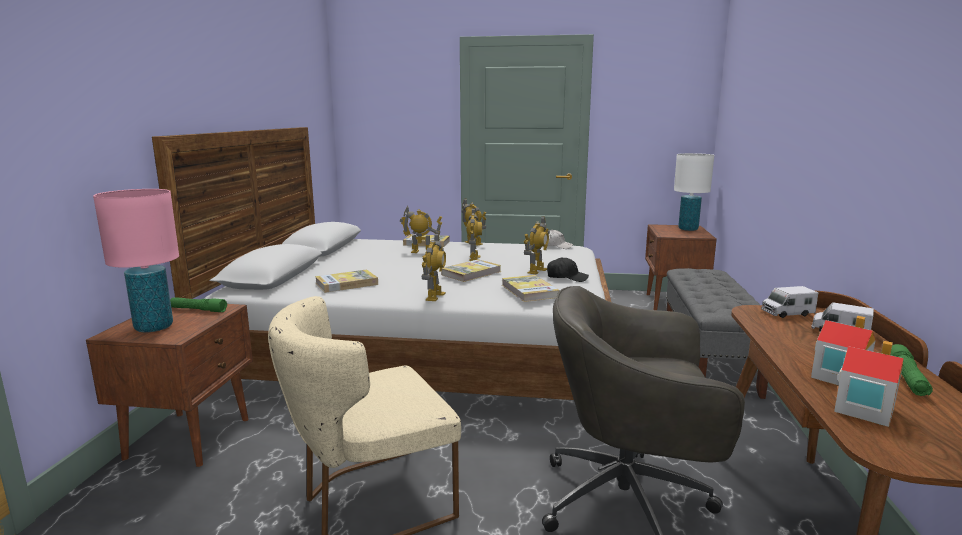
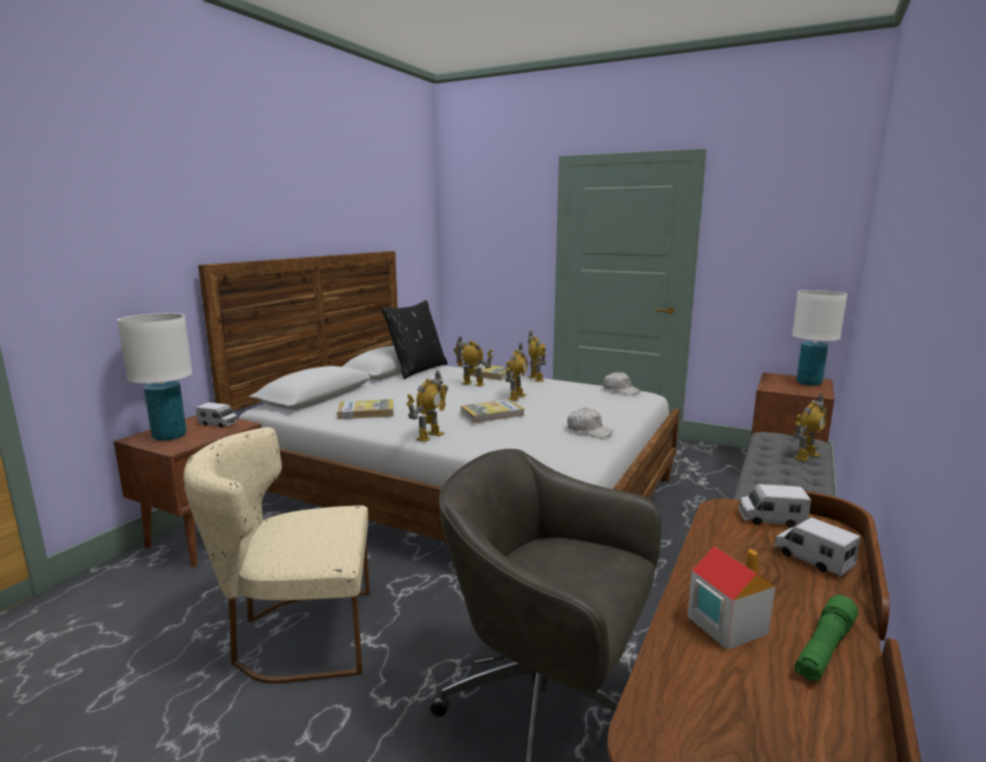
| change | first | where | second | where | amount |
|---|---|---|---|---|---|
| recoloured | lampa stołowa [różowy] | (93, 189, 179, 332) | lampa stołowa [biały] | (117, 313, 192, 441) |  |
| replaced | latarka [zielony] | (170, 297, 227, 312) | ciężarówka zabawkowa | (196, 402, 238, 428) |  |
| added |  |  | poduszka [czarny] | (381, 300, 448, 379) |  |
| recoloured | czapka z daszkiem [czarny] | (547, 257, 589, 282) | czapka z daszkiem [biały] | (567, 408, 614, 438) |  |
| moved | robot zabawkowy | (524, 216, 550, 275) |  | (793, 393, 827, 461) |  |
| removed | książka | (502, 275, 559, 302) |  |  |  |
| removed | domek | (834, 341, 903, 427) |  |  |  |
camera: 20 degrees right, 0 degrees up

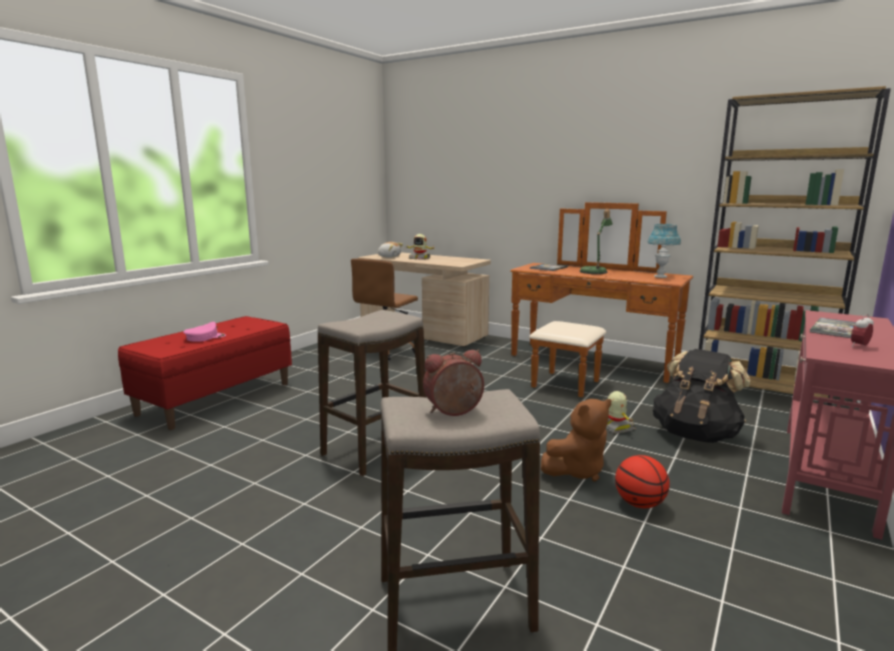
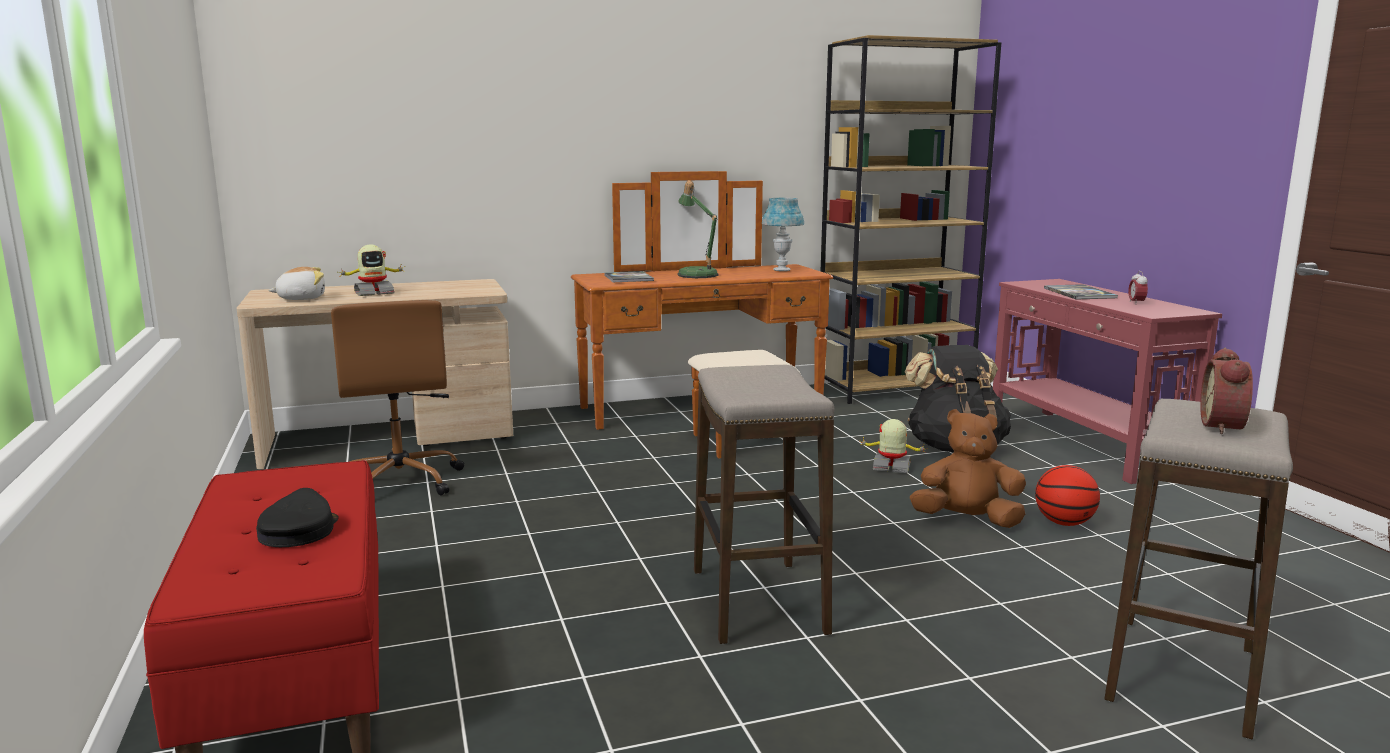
| change | first | where | second | where | amount |
|---|---|---|---|---|---|
| recoloured | czapka z daszkiem [różowy] | (183, 322, 226, 342) | czapka z daszkiem [czarny] | (256, 488, 339, 547) |  |
| turned | pluszak [brązowy] | (541, 399, 611, 482) |  | (910, 409, 1026, 528) | 90 degrees counterclockwise |
camera: 50 degrees left, 0 degrees up

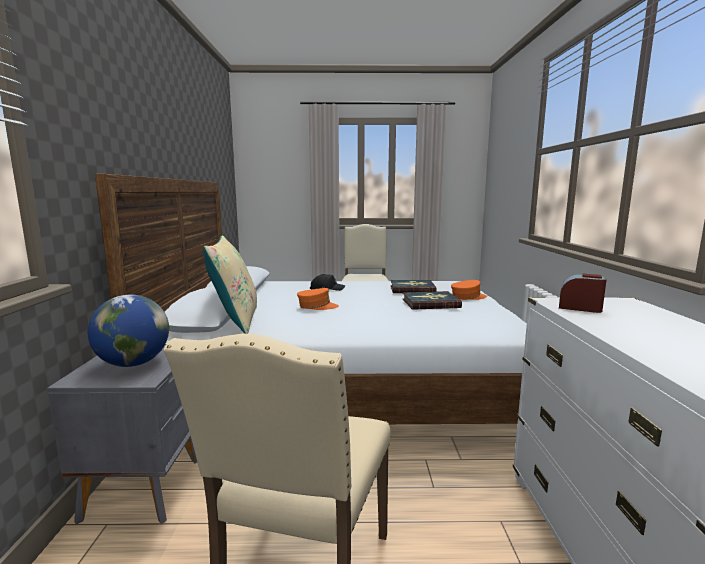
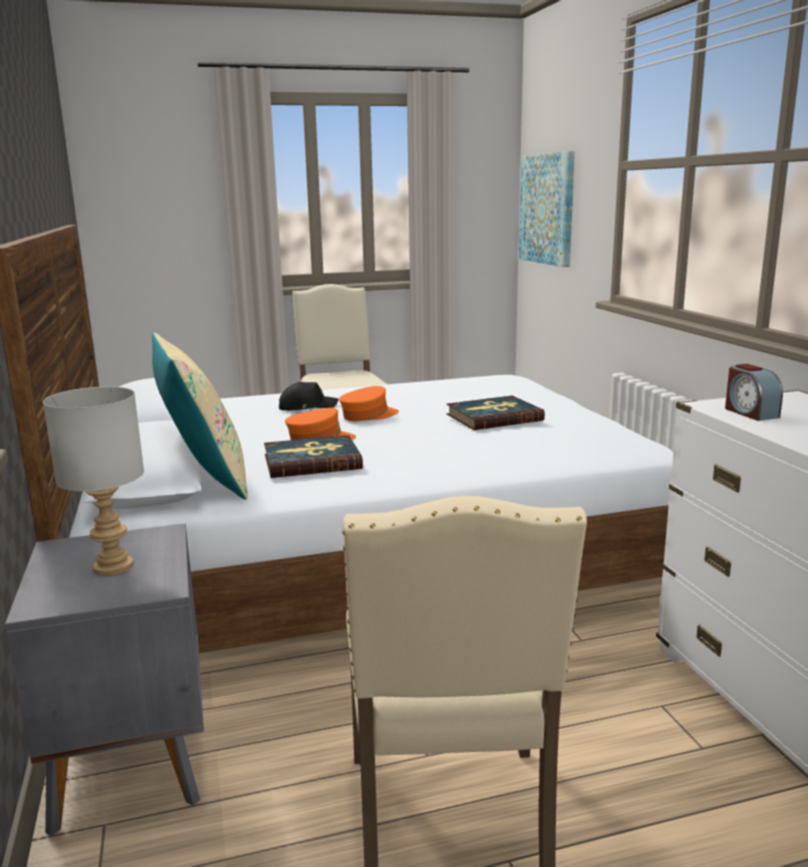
| change | first | where | second | where | amount |
|---|---|---|---|---|---|
| replaced | globus | (88, 295, 169, 367) | lampa stołowa [szary] | (43, 386, 144, 576) |  |
| moved | książka | (391, 280, 437, 293) |  | (264, 435, 363, 478) |  |
| moved | czapka z daszkiem [pomarańczowy] | (451, 280, 487, 300) |  | (339, 386, 399, 421) |  |
| added |  |  | obraz | (519, 151, 575, 267) |  |
| turned | budzik | (559, 274, 607, 313) |  | (725, 364, 783, 421) | 120 degrees counterclockwise |
camera: 15 degrees left, 5 degrees up

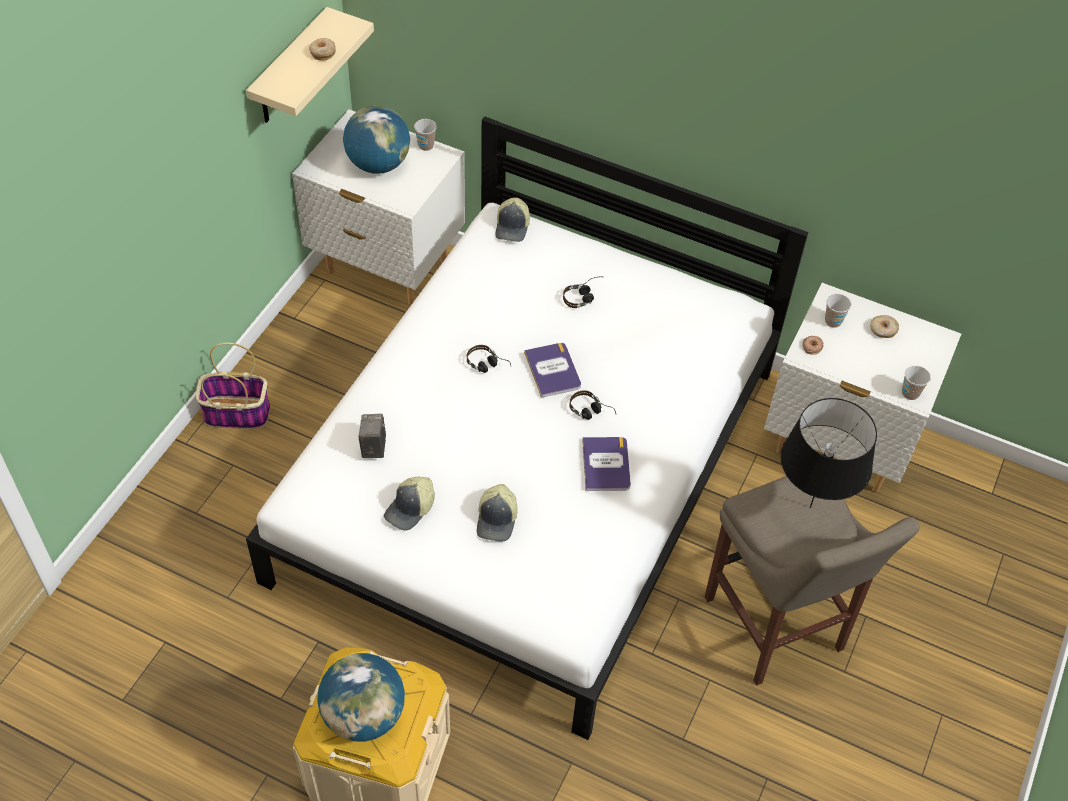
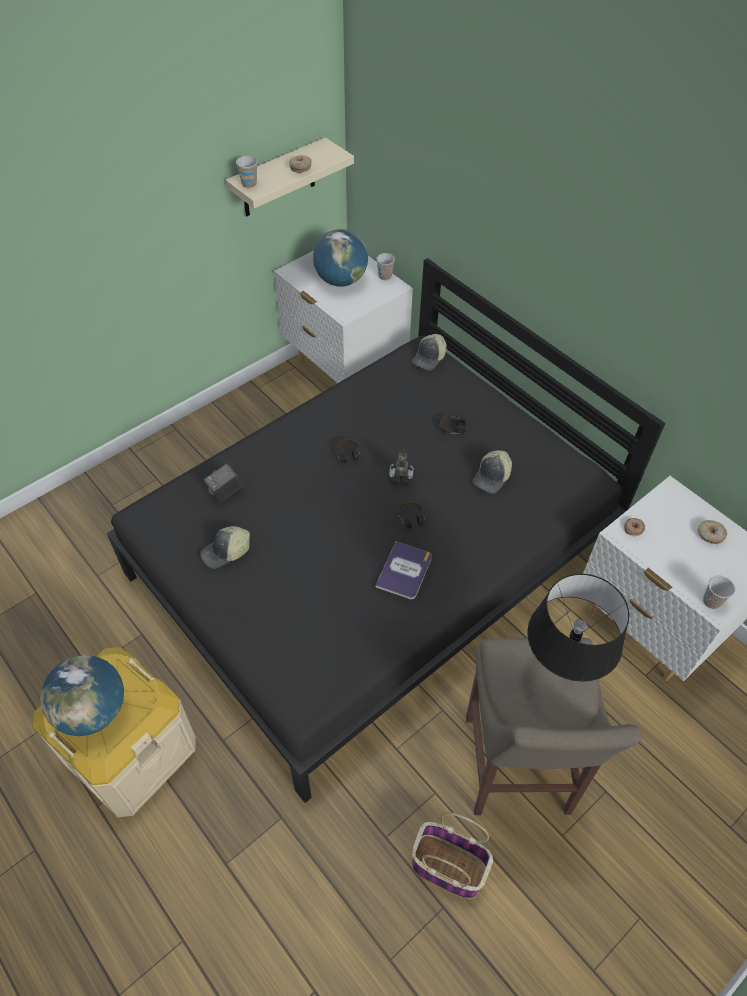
| change | first | where | second | where | amount |
|---|---|---|---|---|---|
| recoloured | łóżko [biały] | (246, 116, 808, 740) | łóżko [czarny] | (107, 258, 665, 803) |  |
| turned | aparat fotograficzny | (358, 414, 386, 458) |  | (204, 463, 243, 503) | 150 degrees counterclockwise |
| moved | filiżanka | (825, 294, 851, 328) |  | (236, 156, 258, 188) |  |
| replaced | książka | (524, 343, 581, 398) | robot zabawkowy | (389, 449, 414, 486) |  |
| moved | koszyk | (196, 343, 270, 429) |  | (412, 812, 493, 899) |  |
| moved | czapka z daszkiem | (477, 484, 518, 542) |  | (472, 450, 512, 494) |  |
camera: 25 degrees right, 0 degrees up

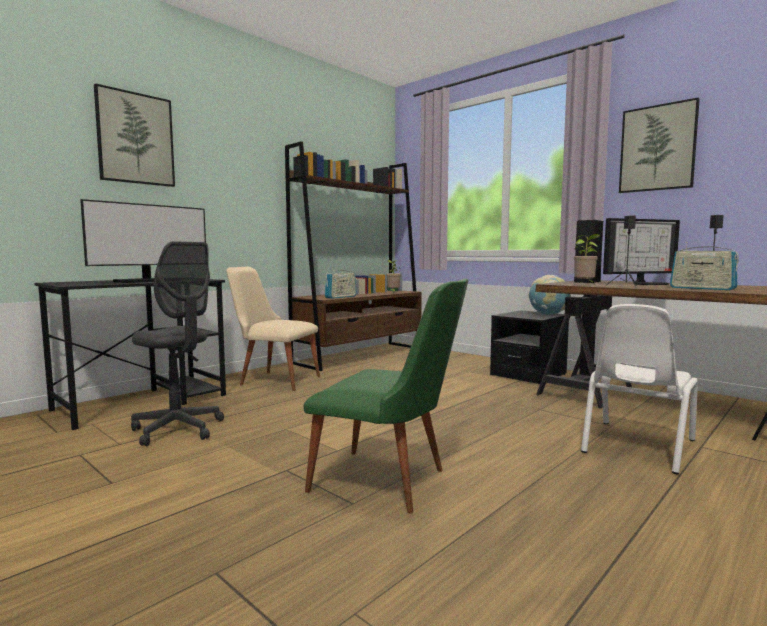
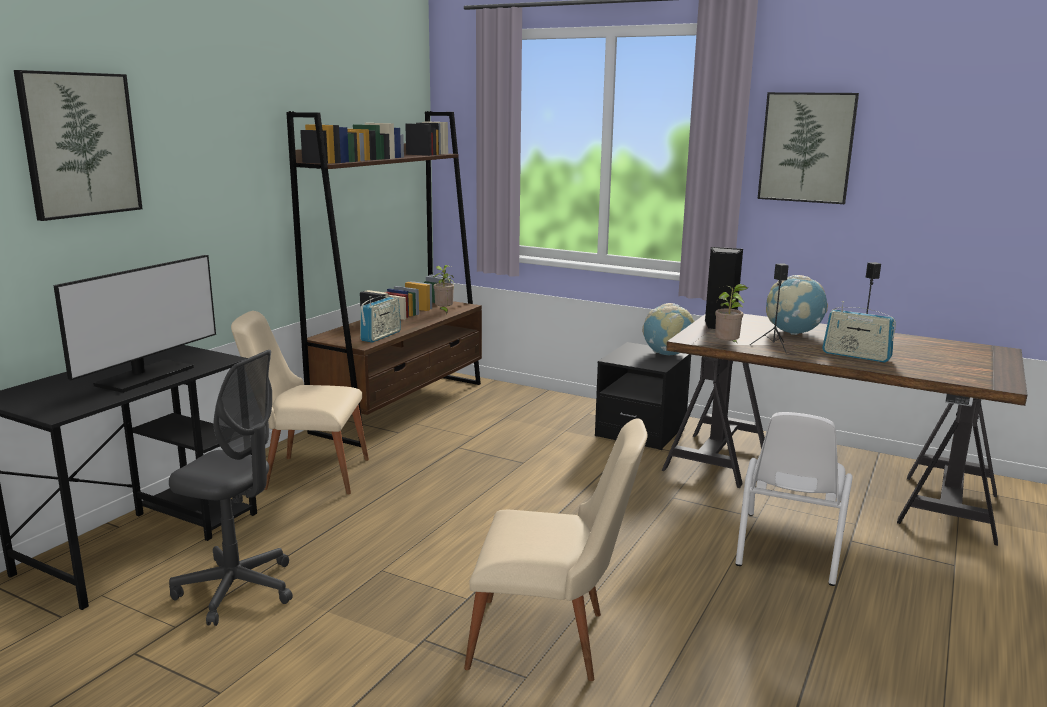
| change | first | where | second | where | amount |
|---|---|---|---|---|---|
| recoloured | krzesło [zielony] | (304, 279, 468, 514) | krzesło [beżowy] | (464, 418, 648, 681) |  |
| replaced | monitor | (603, 218, 680, 285) | globus | (766, 275, 828, 335) |  |
camera: 15 degrees left, 10 degrees up

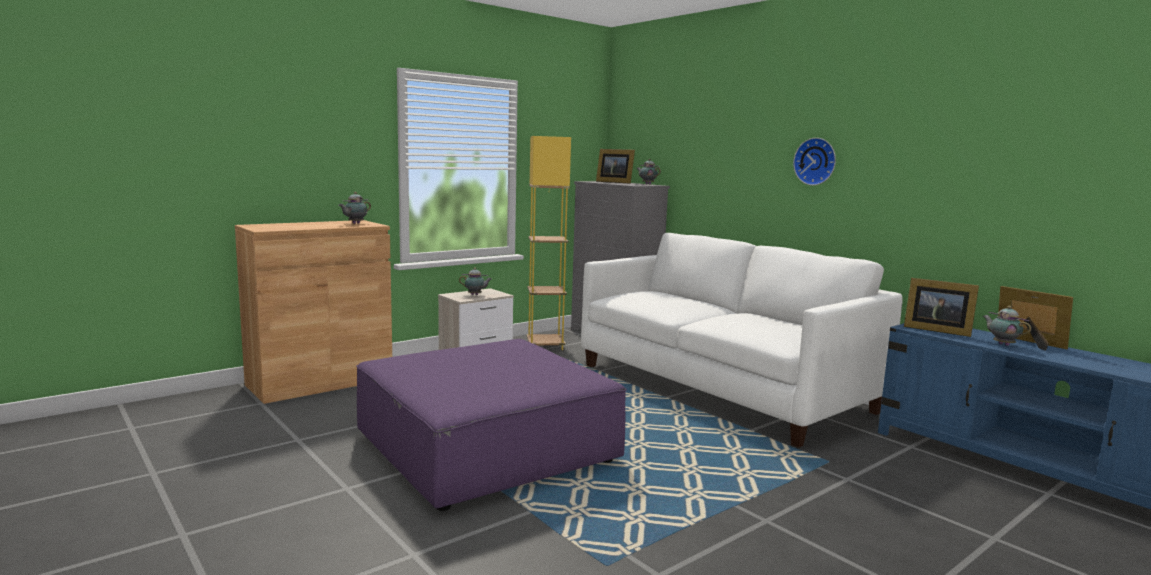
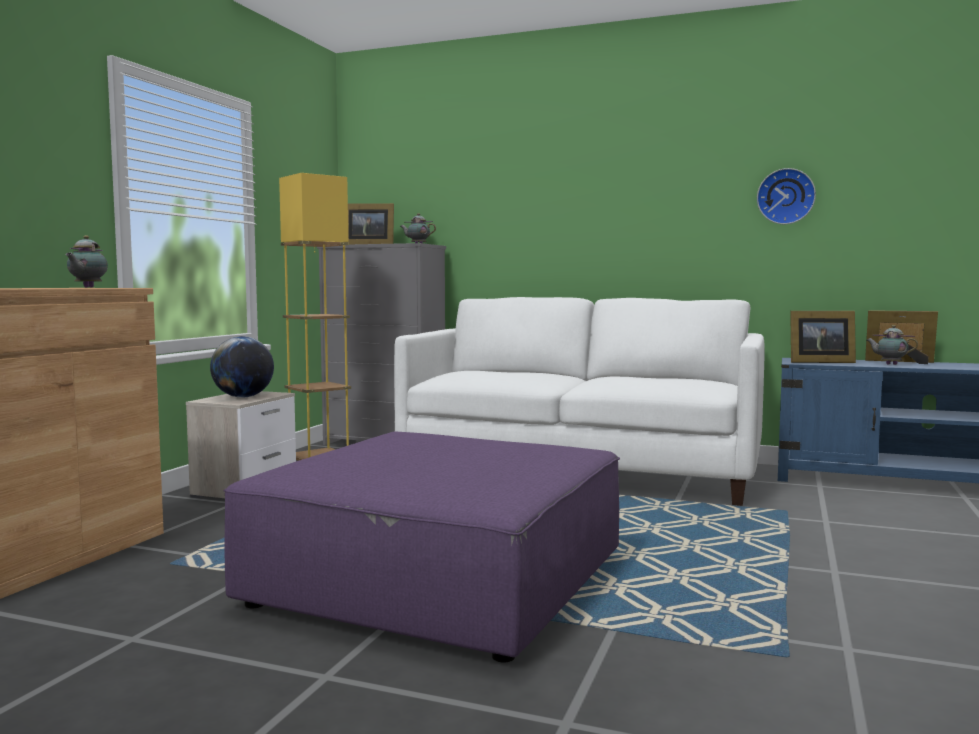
| change | first | where | second | where | amount |
|---|---|---|---|---|---|
| replaced | imbryk | (459, 267, 492, 295) | globus | (210, 336, 274, 398) |  |
| moved | zegar ścienny | (793, 138, 836, 186) |  | (757, 168, 816, 224) |  |
camera: 30 degrees left, 5 degrees down

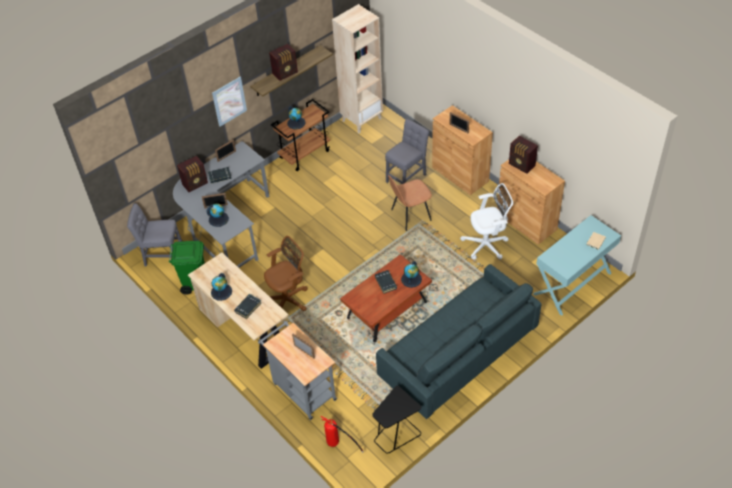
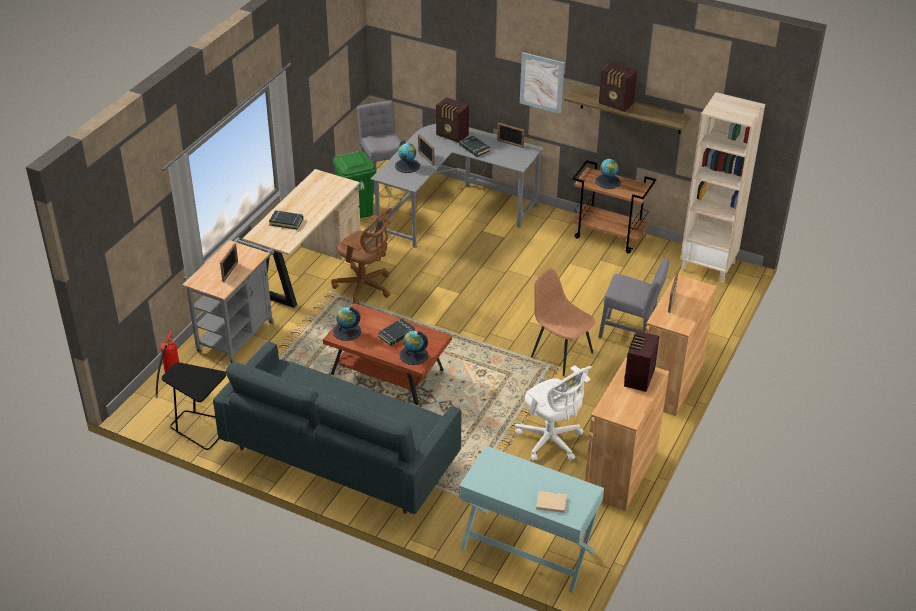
| change | first | where | second | where | amount |
|---|---|---|---|---|---|
| moved | globus | (211, 273, 232, 301) |  | (333, 307, 361, 341) |  |
camera: 65 degrees right, 10 degrees down

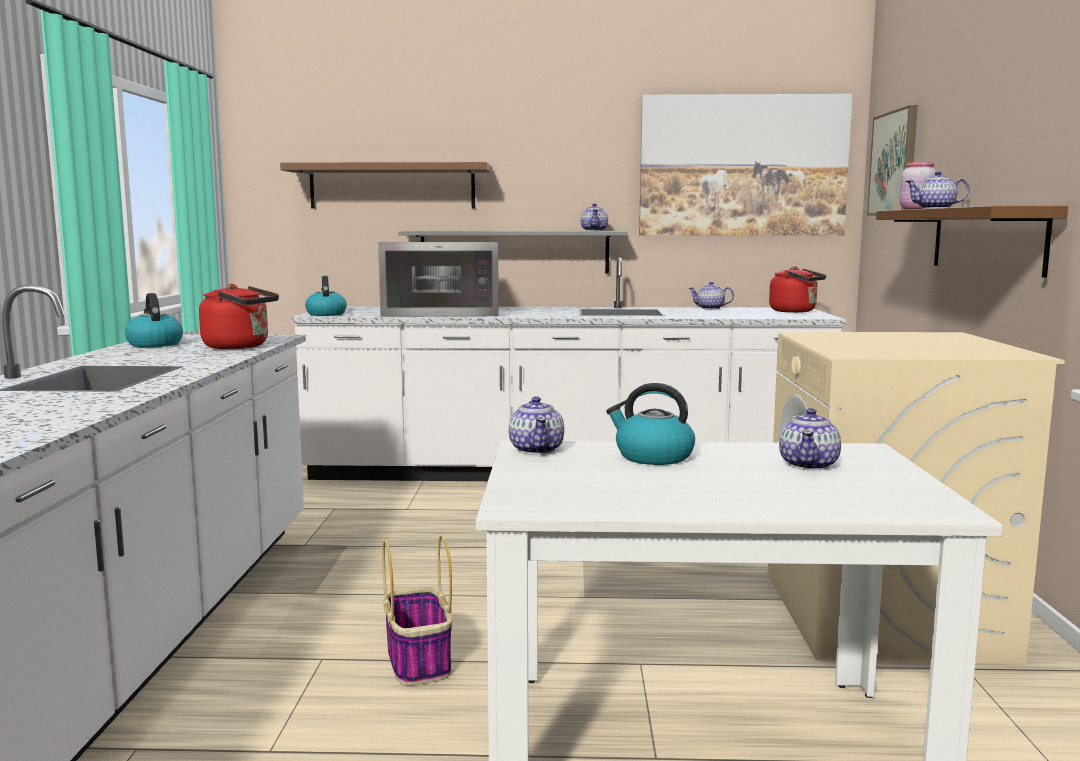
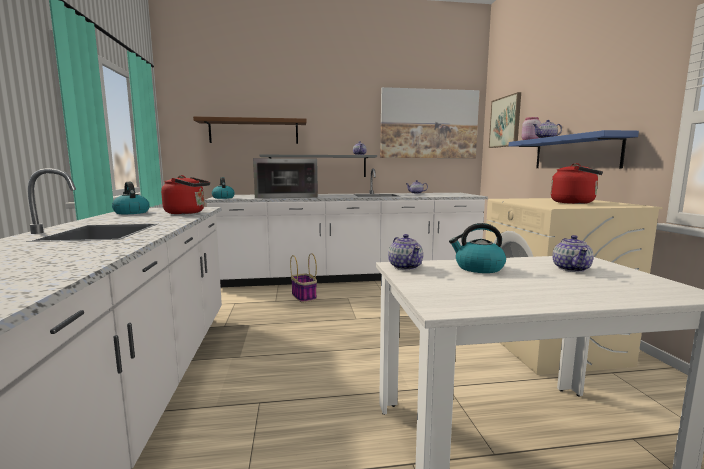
| change | first | where | second | where | amount |
|---|---|---|---|---|---|
| moved | koszyk | (382, 535, 452, 686) |  | (290, 253, 317, 302) |  |
| recoloured | półka [brązowy] | (876, 206, 1068, 278) | półka [niebieski] | (509, 130, 639, 168) |  |
| moved | czajnik [czerwony] | (769, 266, 826, 313) |  | (551, 163, 603, 204) |  |
camera: 10 degrees left, 0 degrees up

